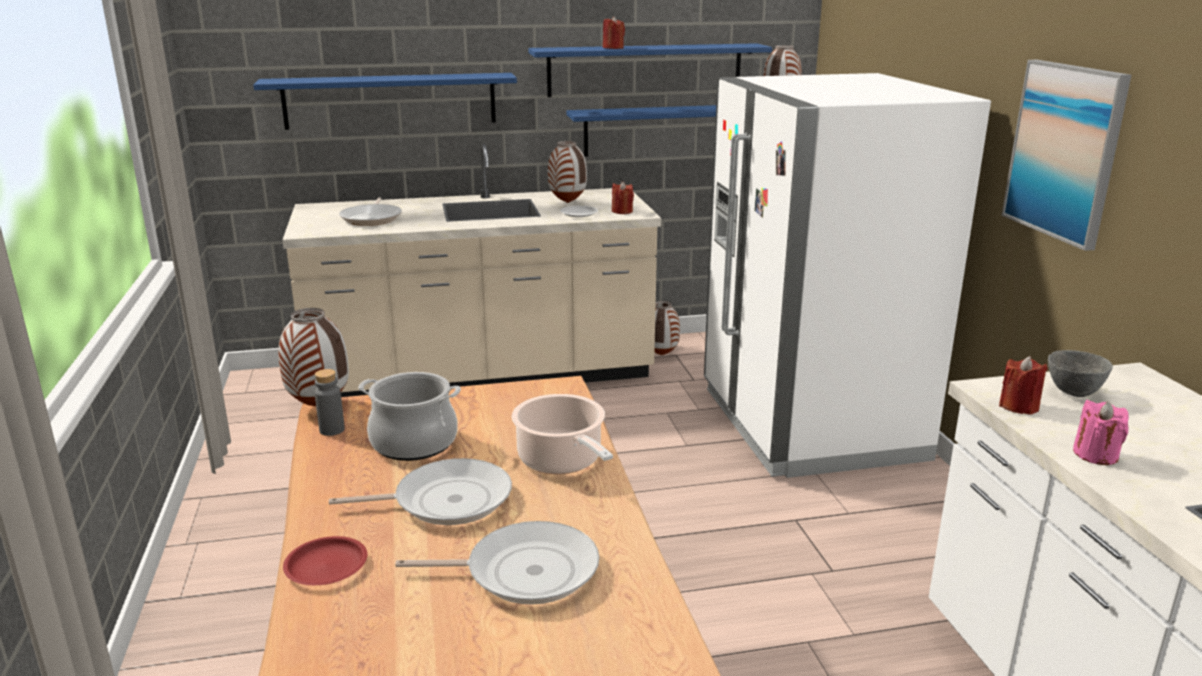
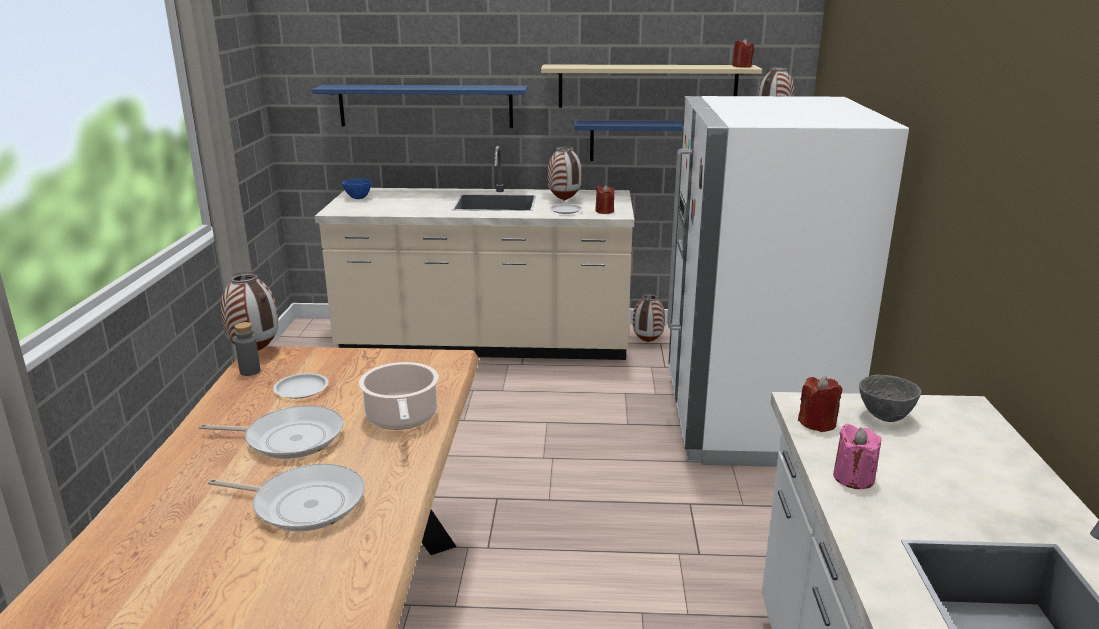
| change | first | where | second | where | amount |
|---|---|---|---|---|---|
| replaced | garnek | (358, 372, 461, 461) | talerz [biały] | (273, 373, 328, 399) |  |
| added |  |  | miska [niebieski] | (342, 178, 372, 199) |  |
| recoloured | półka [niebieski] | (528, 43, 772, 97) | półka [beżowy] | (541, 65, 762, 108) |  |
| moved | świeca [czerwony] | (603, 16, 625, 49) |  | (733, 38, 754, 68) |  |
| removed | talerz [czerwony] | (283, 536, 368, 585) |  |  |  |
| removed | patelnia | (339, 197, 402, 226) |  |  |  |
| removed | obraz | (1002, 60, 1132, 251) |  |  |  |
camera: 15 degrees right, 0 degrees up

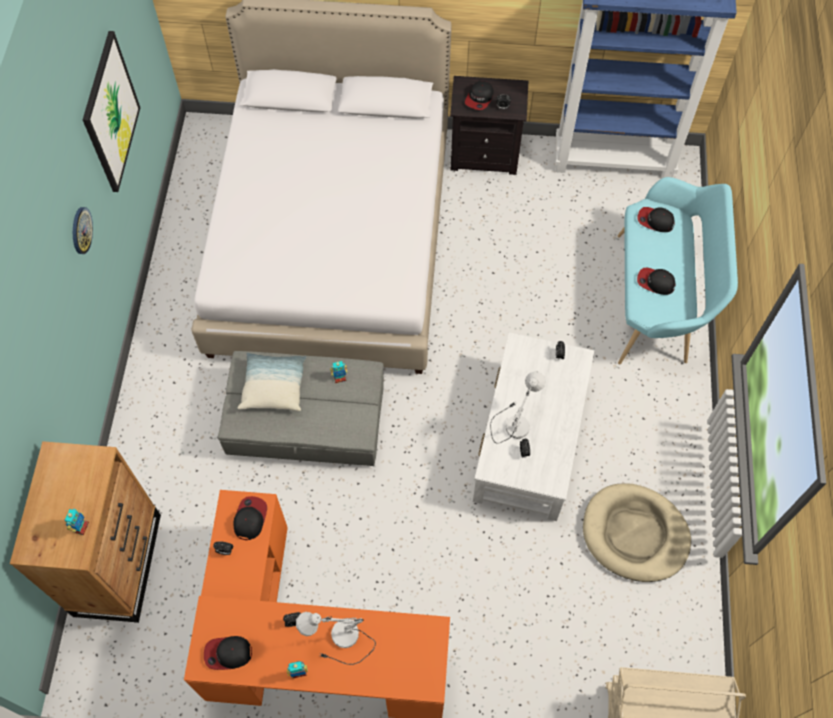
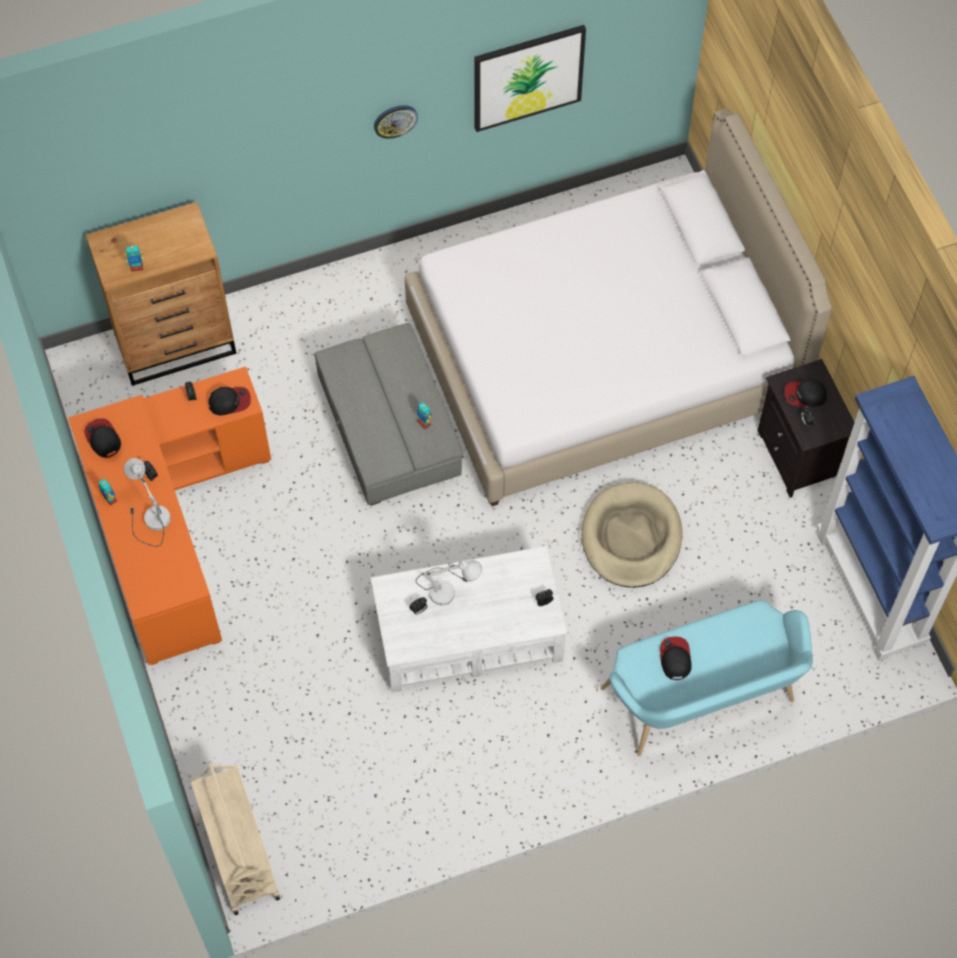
| change | first | where | second | where | amount |
|---|---|---|---|---|---|
| moved | legowisko [beżowy] | (583, 483, 691, 582) |  | (581, 482, 682, 588) |  |
| removed | poduszka | (237, 352, 307, 411) |  |  |  |
| removed | czapka z daszkiem | (638, 207, 675, 232) |  |  |  |
camera: 65 degrees right, 0 degrees up

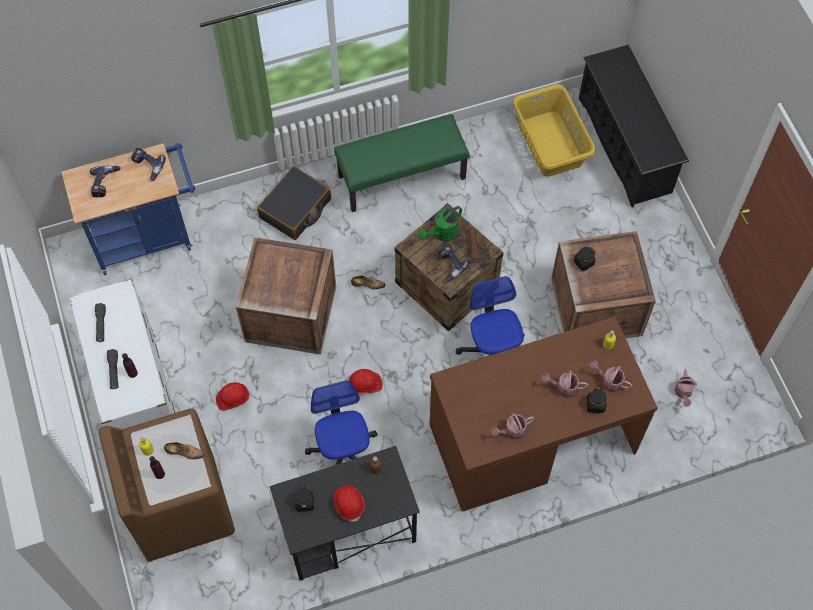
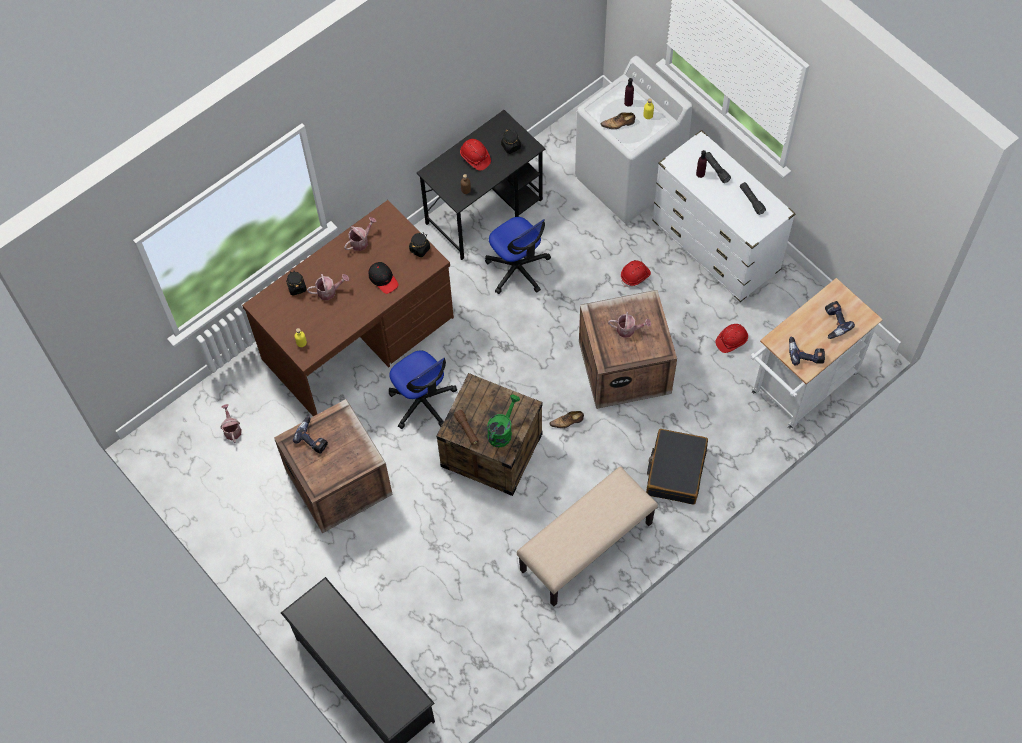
| change | first | where | second | where | amount |
|---|---|---|---|---|---|
| moved | wiertarka | (438, 244, 469, 282) |  | (293, 416, 328, 454) |  |
| added |  |  | czapka z daszkiem [czarny] | (368, 262, 399, 294) |  |
| moved | słoik [czarny] | (574, 247, 595, 271) |  | (409, 232, 430, 257) |  |
| recoloured | ławka [zielony] | (334, 114, 470, 212) | ławka [beżowy] | (517, 466, 658, 607) |  |
| recoloured | pralka [brązowy] | (98, 408, 235, 562) | pralka [biały] | (575, 56, 693, 224) |  |
| moved | konewka | (590, 361, 632, 392) |  | (608, 312, 651, 338) |  |
| moved | kask [czerwony] | (349, 369, 382, 394) |  | (716, 324, 748, 353) |  |
| recoloured | wózek [niebieski] | (61, 143, 195, 275) | wózek [biały] | (751, 278, 883, 429) |  |
| removed | kosz na pranie [żółty] | (512, 84, 596, 177) |  |  |  |
camera: 160 degrees right, 0 degrees up

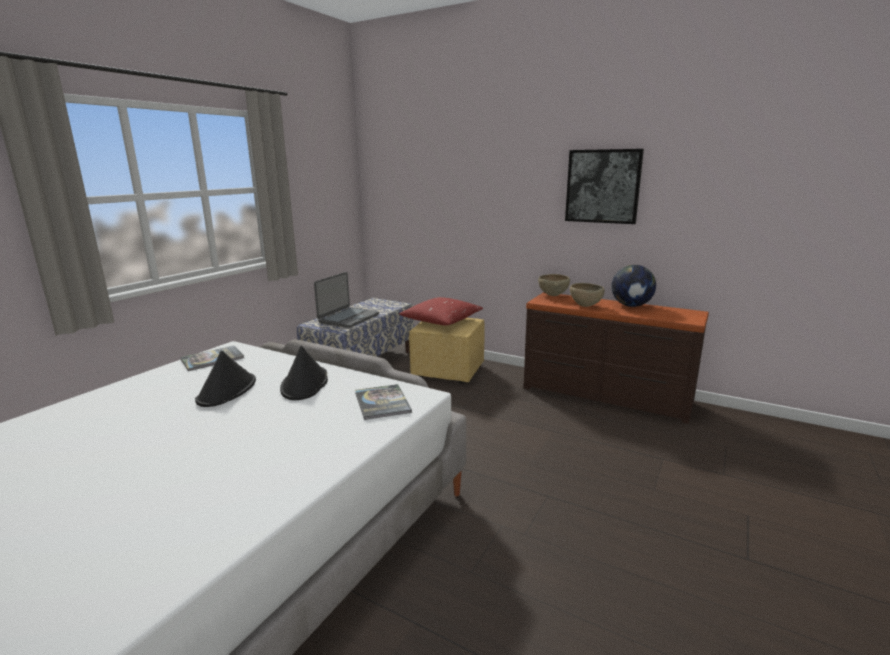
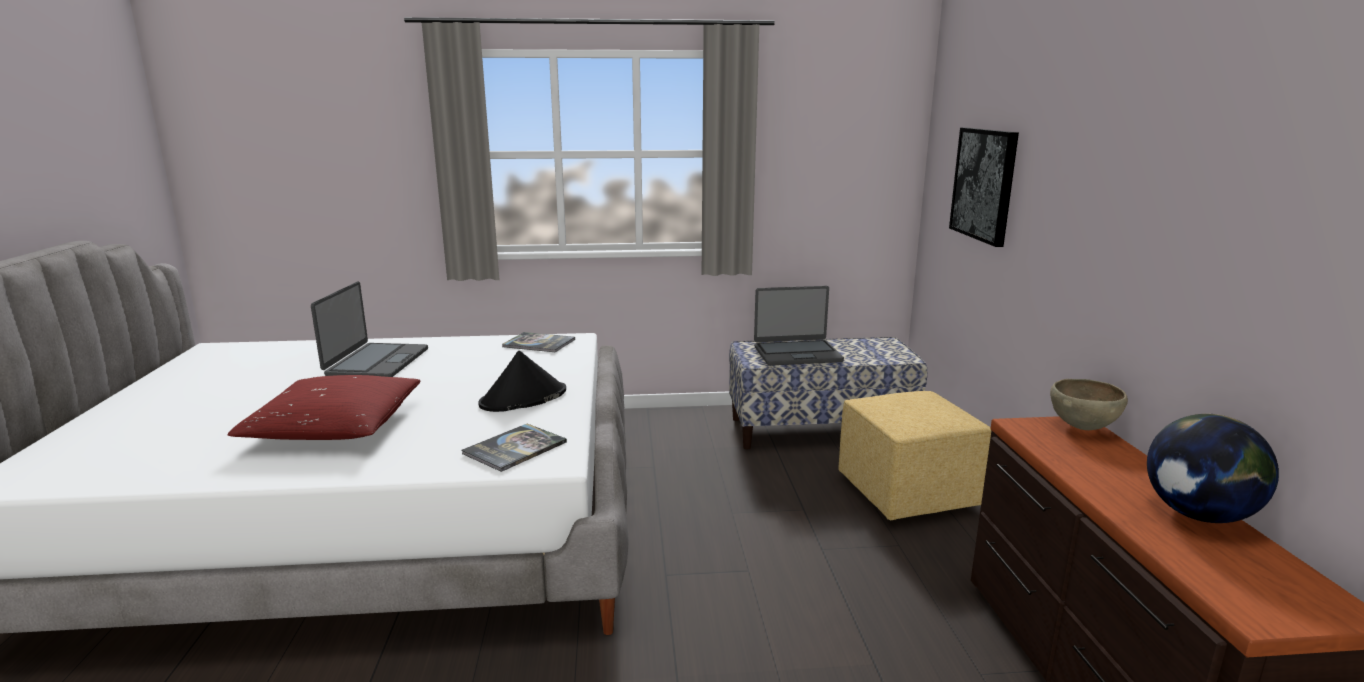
| change | first | where | second | where | amount |
|---|---|---|---|---|---|
| moved | poduszka [czerwony] | (399, 297, 483, 326) |  | (228, 375, 420, 440) |  |
| added |  |  | laptop | (311, 281, 428, 377) |  |
| moved | obraz | (565, 149, 644, 224) |  | (949, 128, 1019, 247) |  |
| removed | kapelusz [czarny] | (195, 350, 256, 407) |  |  |  |
| removed | miska [brązowy] | (570, 283, 605, 307) |  |  |  |
camera: 55 degrees right, 0 degrees up

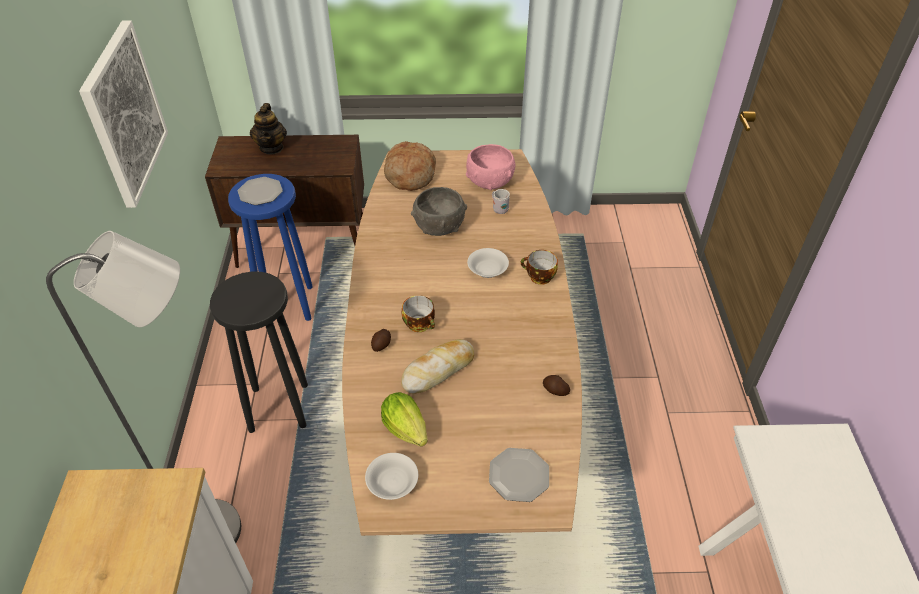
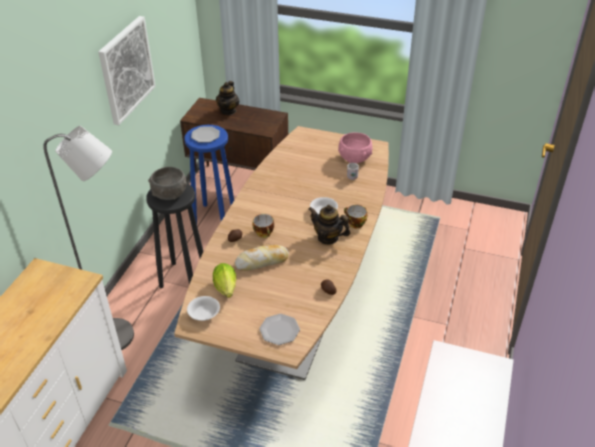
| change | first | where | second | where | amount |
|---|---|---|---|---|---|
| moved | miska [szary] | (411, 187, 467, 236) |  | (148, 167, 187, 200) |  |
| added |  |  | imbryk | (309, 205, 351, 245) |  |
| removed | chleb | (384, 141, 436, 191) |  |  |  |
camera: 20 degrees right, 5 degrees down

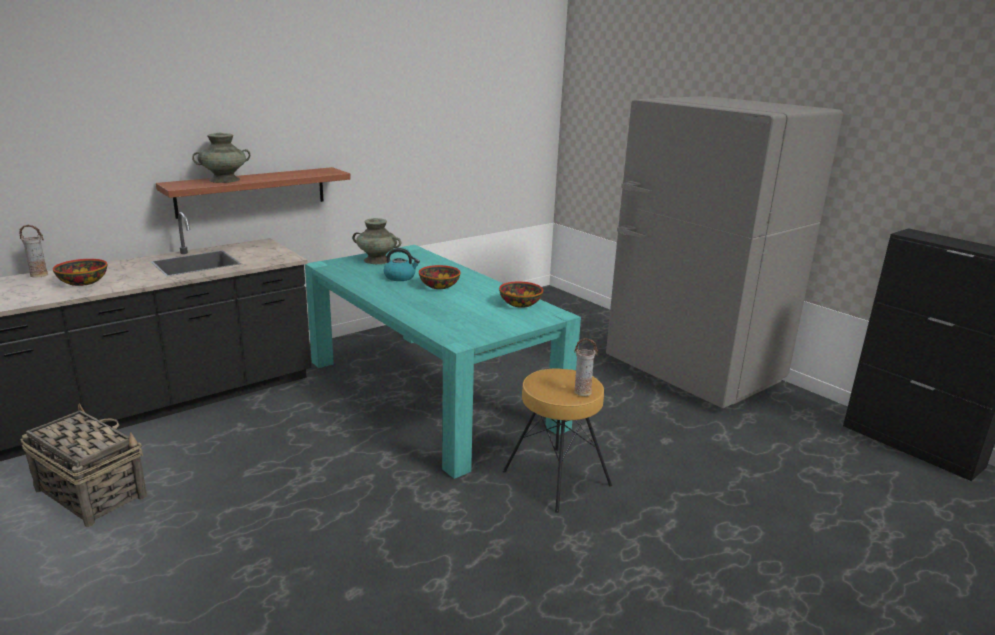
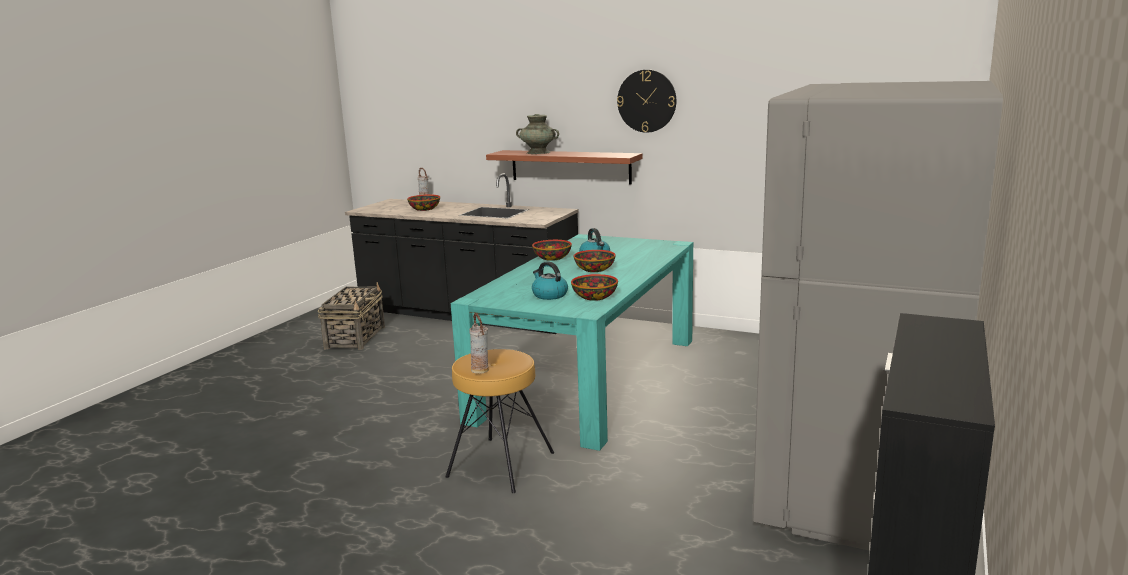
| change | first | where | second | where | amount |
|---|---|---|---|---|---|
| added |  |  | miska | (532, 240, 572, 261) |  |
| added |  |  | czajnik | (532, 261, 568, 300) |  |
| added |  |  | zegar ścienny | (617, 70, 676, 133) |  |
| removed | wazon [turkusowy] | (353, 218, 401, 264) |  |  |  |
camera: 65 degrees right, 5 degrees down

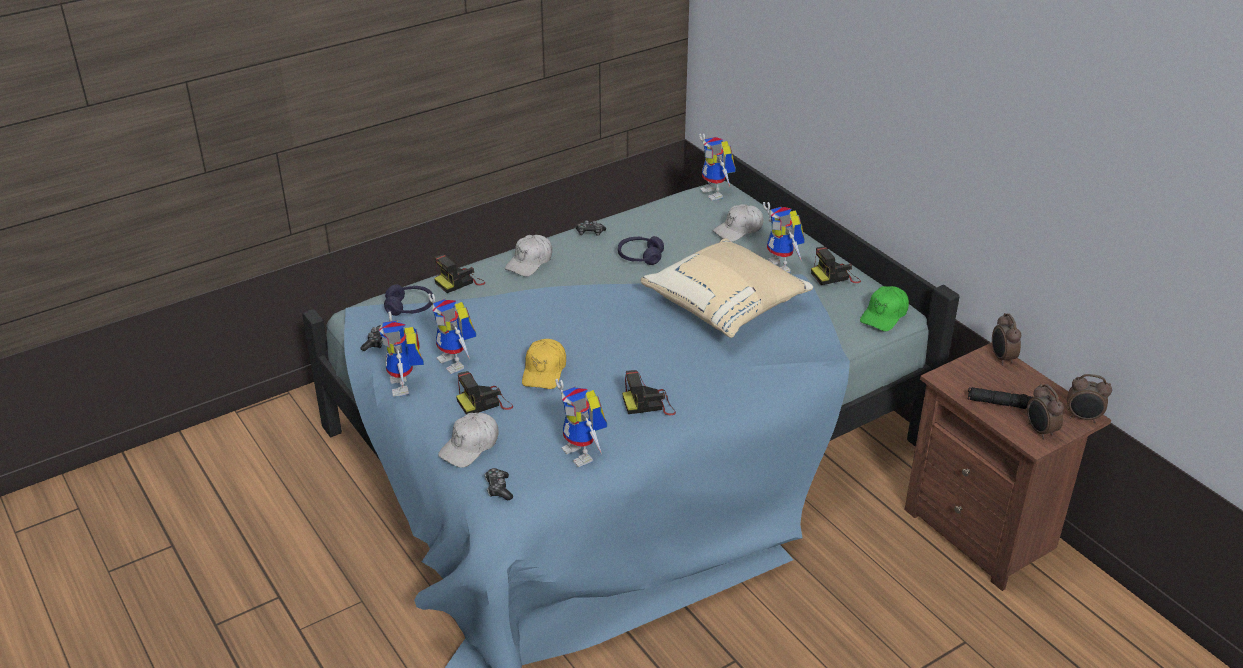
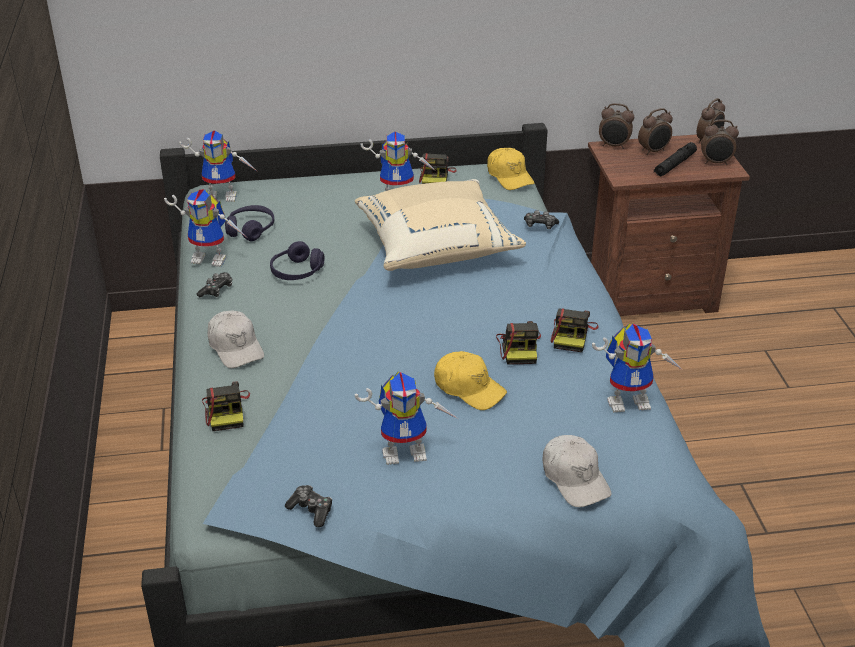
| change | first | where | second | where | amount |
|---|---|---|---|---|---|
| moved | robot zabawkowy | (379, 311, 424, 397) |  | (164, 189, 246, 267) |  |
| moved | słuchawki [fioletowy] | (384, 284, 433, 316) |  | (225, 205, 274, 241) |  |
| recoloured | czapka z daszkiem [zielony] | (860, 286, 909, 331) | czapka z daszkiem [żółty] | (487, 148, 535, 190) |  |
| moved | aparat fotograficzny | (456, 371, 513, 414) |  | (496, 321, 541, 365) |  |
| moved | pad do gier | (485, 468, 513, 501) |  | (524, 210, 559, 229) |  |
| added |  |  | budzik | (638, 108, 673, 155) |  |
| removed | czapka z daszkiem [biały] | (713, 204, 764, 242) |  |  |  |
camera: 65 degrees left, 0 degrees up

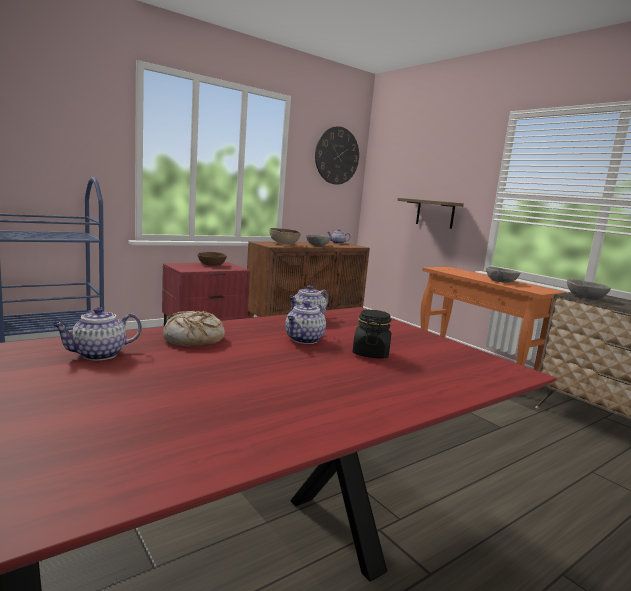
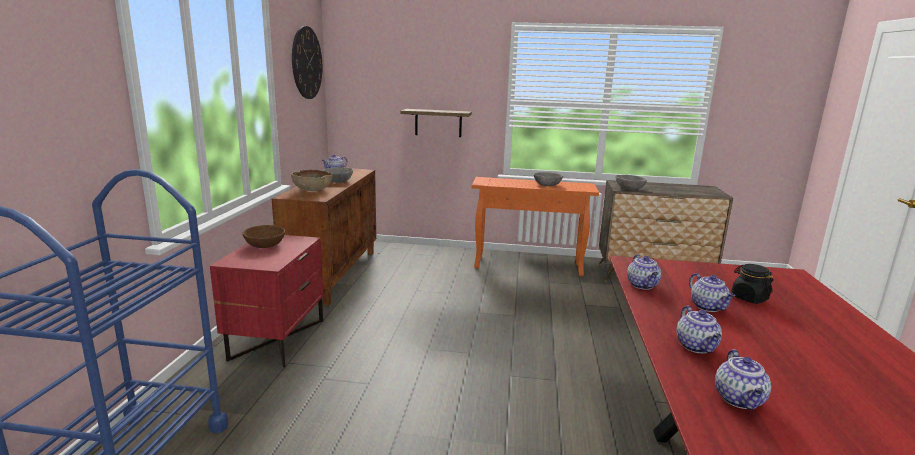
| change | first | where | second | where | amount |
|---|---|---|---|---|---|
| replaced | chleb | (163, 311, 225, 347) | imbryk | (676, 306, 722, 353) |  |
camera: 45 degrees left, 5 degrees up

